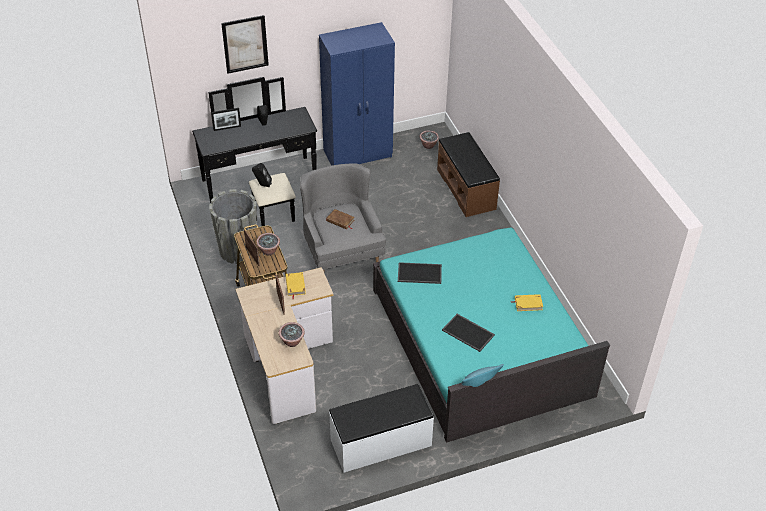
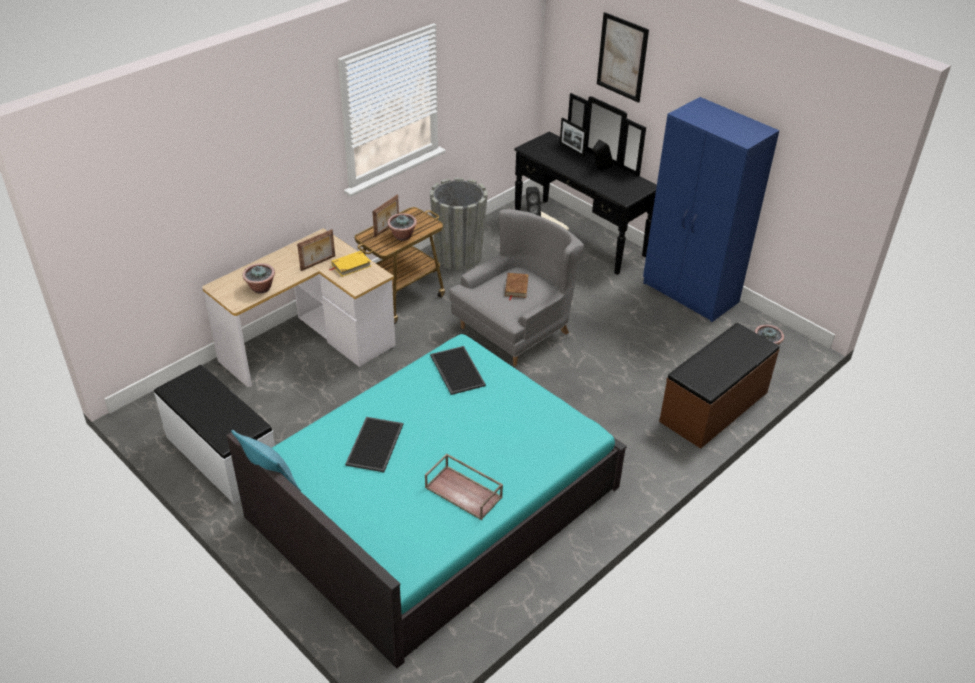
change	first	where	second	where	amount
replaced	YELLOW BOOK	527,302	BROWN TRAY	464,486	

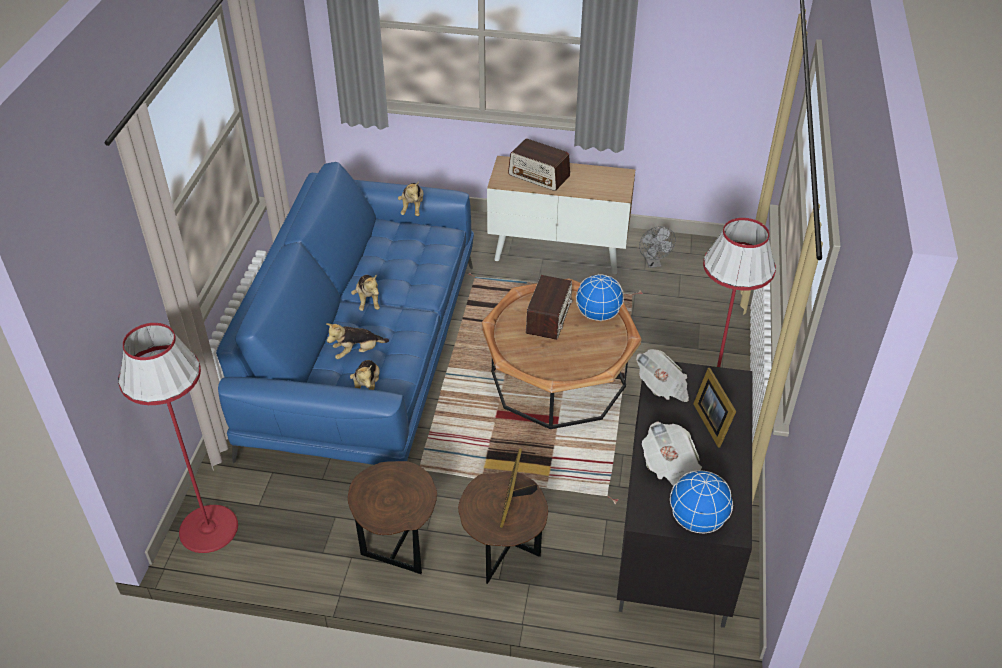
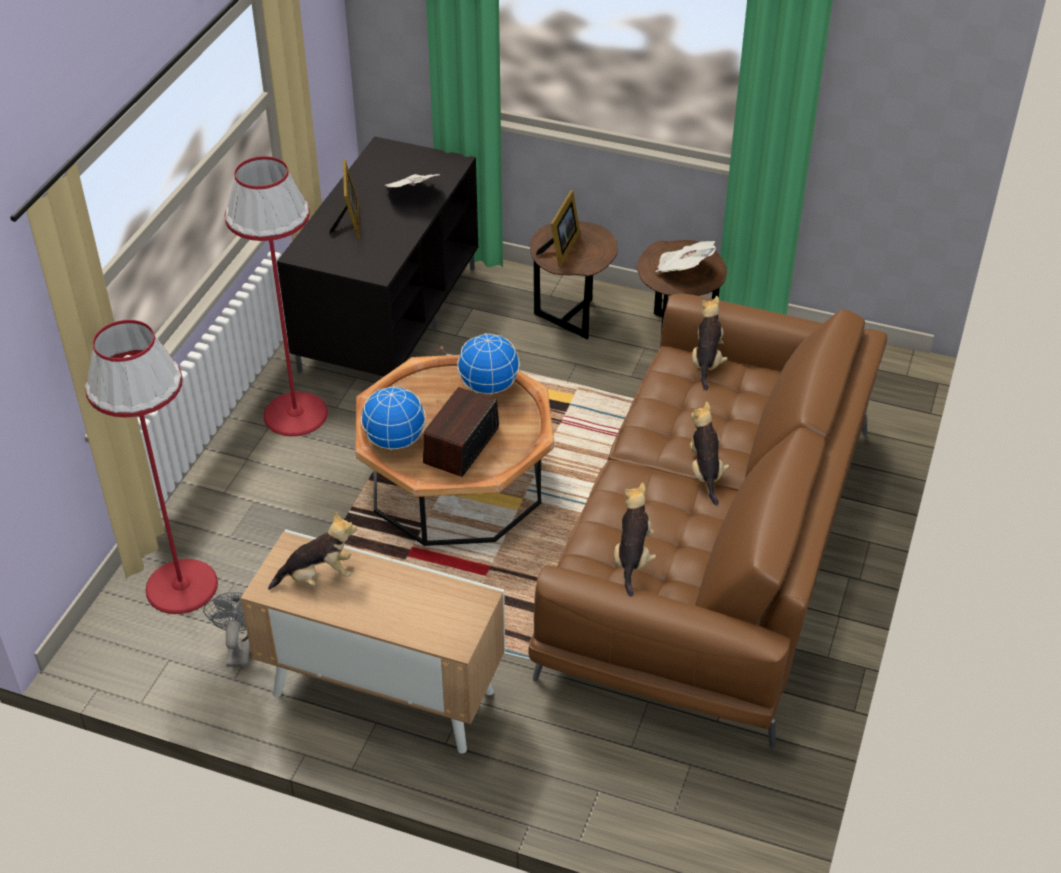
change	first	where	second	where	amount
removed	RADIO	539,164			
recoloured	BLUE SOFA	345,313	BROWN SOFA	707,521	
moved	RED FLOOR LAMP	178,438		151,467	
moved	PLUSH TOY	357,341		312,551	
moved	NEWSPAPER	662,375		686,256	
moved	GLOBE	701,501		488,364	

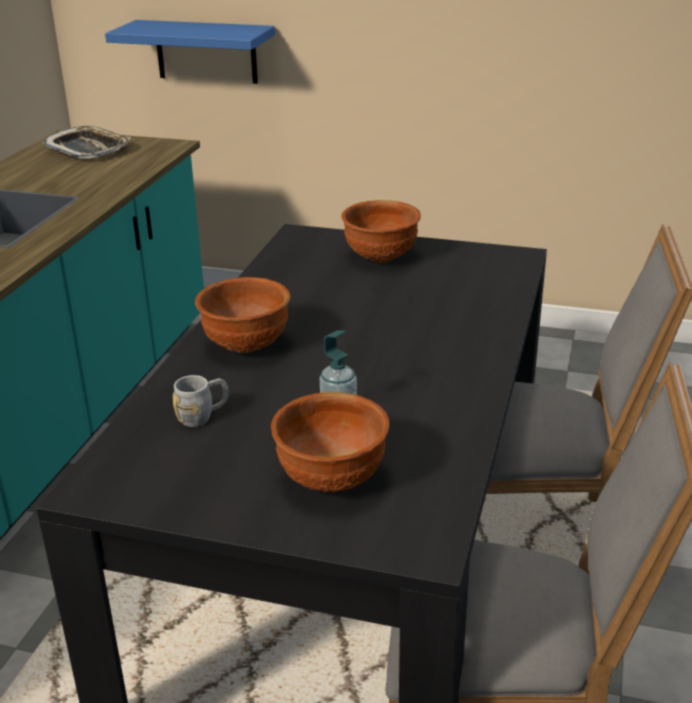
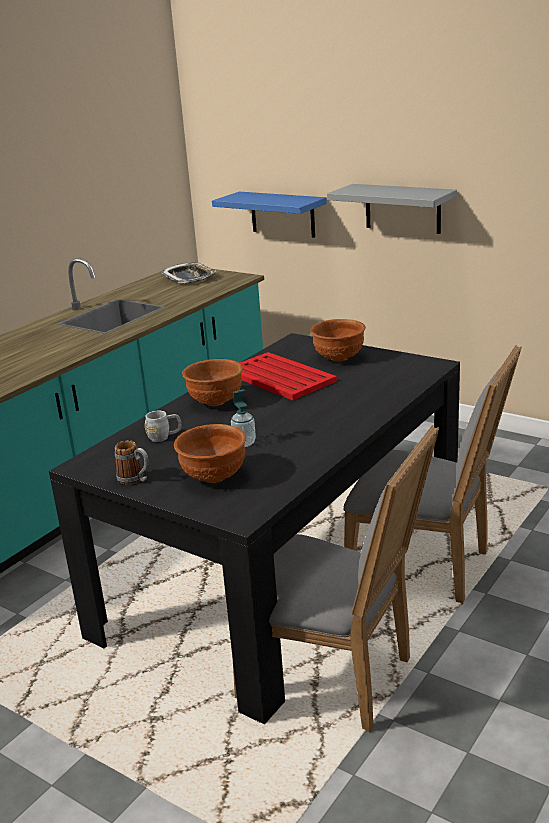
change	first	where	second	where	amount
added			GREY SHELF	392,209	
added			RED TRAY	288,376	
added			MUG	132,462	

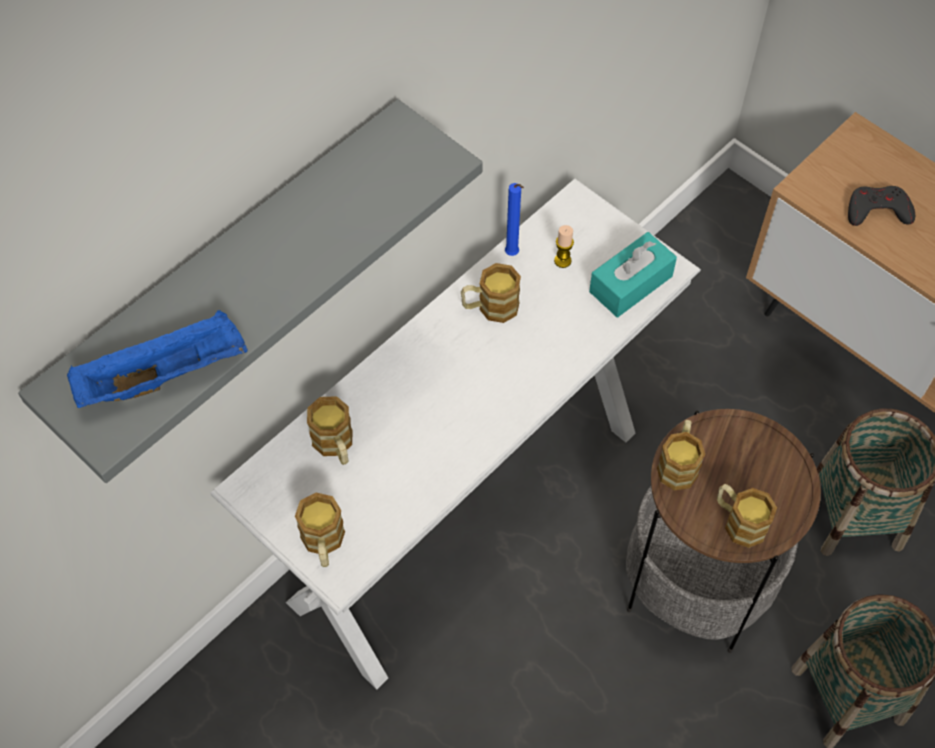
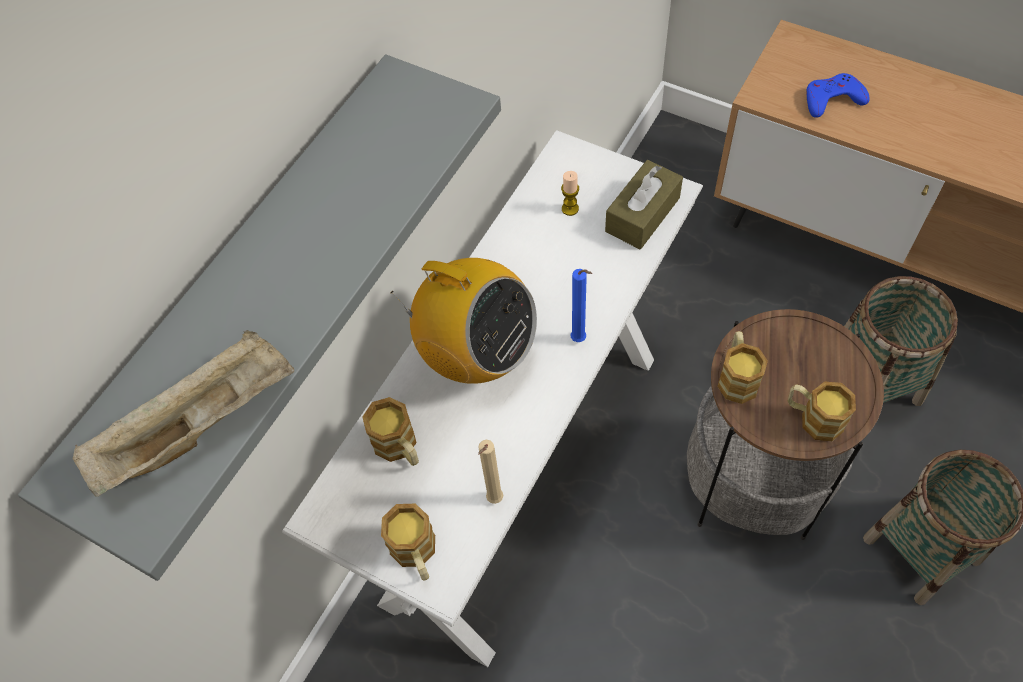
change	first	where	second	where	amount
moved	BLUE CANDLE	514,219		581,305	
recoloured	GREY GAME CONTROLLER	881,206	BLUE GAME CONTROLLER	838,95	
recoloured	TURQUOISE TISSUE BOX	633,274	BROWN TISSUE BOX	644,204	
removed	MUG	491,293			
recoloured	BLUE TRAY	157,359	BEIGE TRAY	183,413	
added			RADIO	464,321	
added			BEIGE CANDLE	490,472	

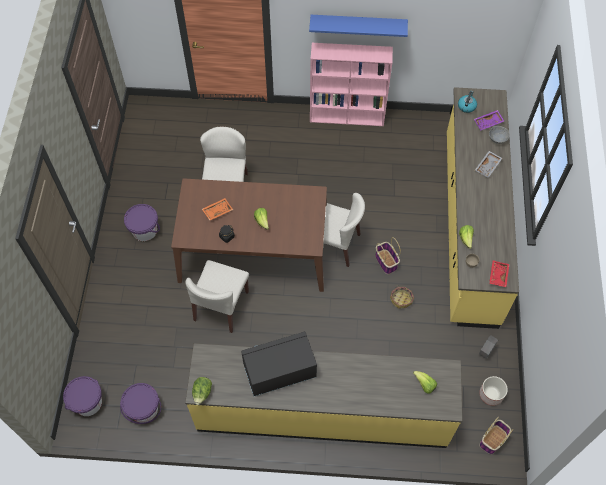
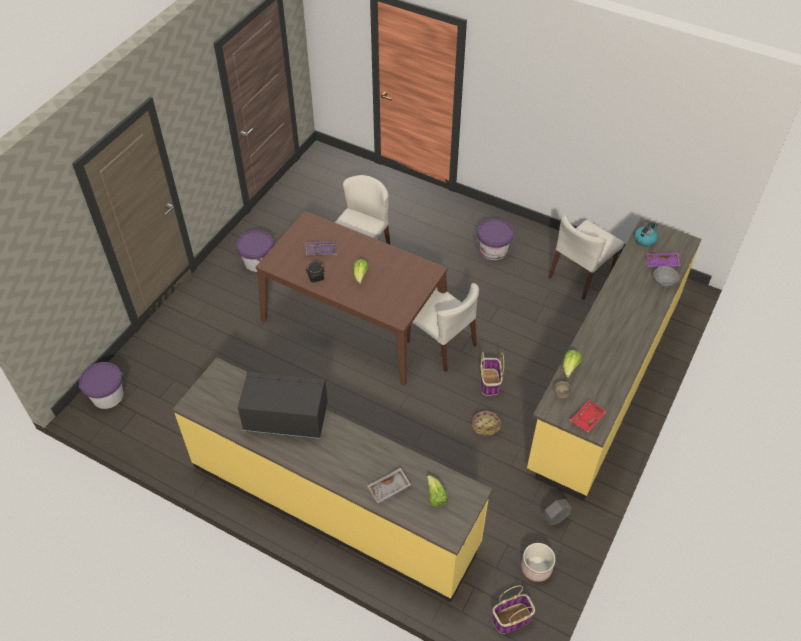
change	first	where	second	where	amount
removed	BLUE SHELF	358,26			
removed	PINK BOOKCASE	351,84			
moved	GREY TRAY	488,164		389,485	
recoloured	ORANGE TRAY	217,209	PURPLE TRAY	321,248	
moved	BEIGE CHAIR	217,296		586,257	
removed	LETTUCE	202,391			
moved	PURPLE BUCKET	140,403		494,239	

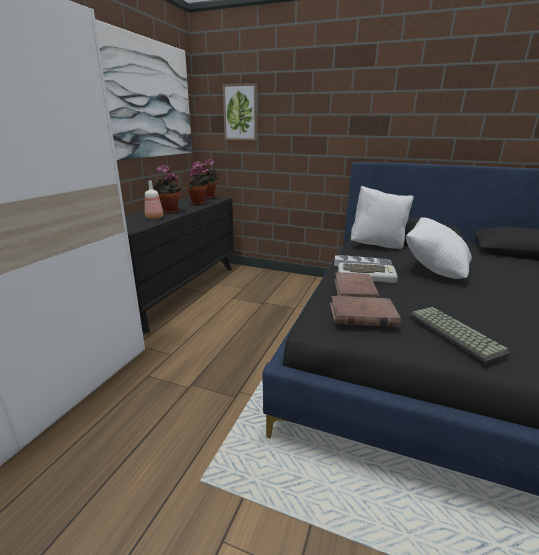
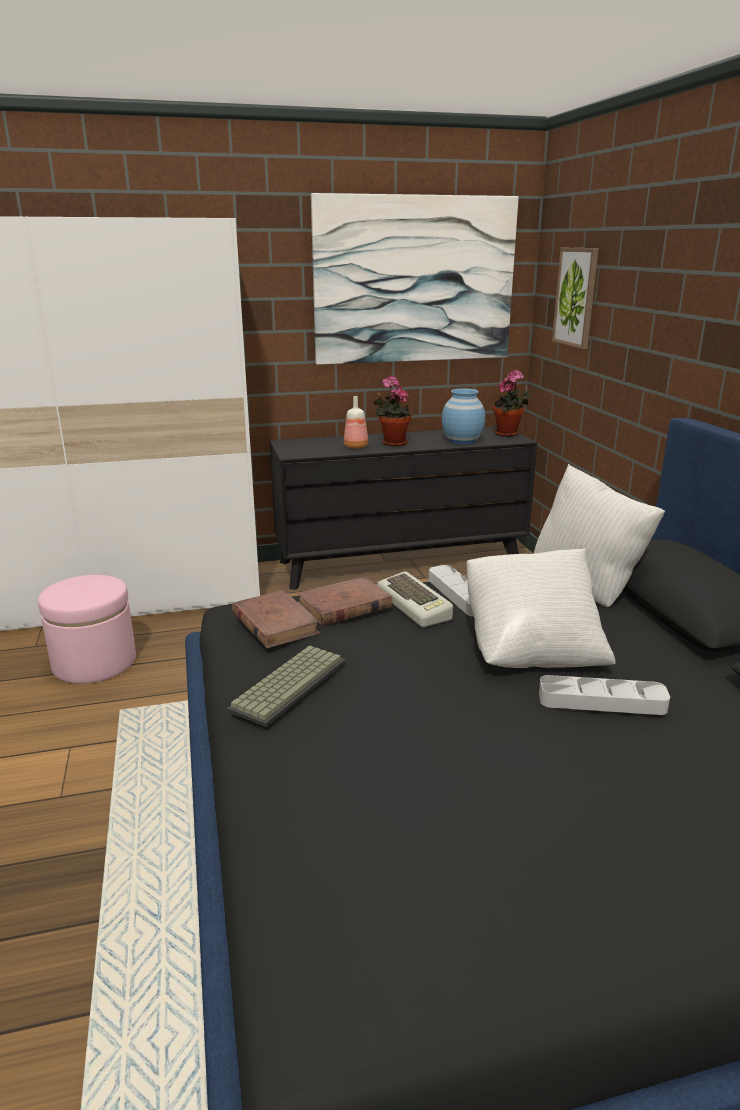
change	first	where	second	where	amount
replaced	POTTED PLANT	197,183	BLUE VASE	463,416	
added			PINK OTTOMAN	87,629	
added			GREY TRAY	604,695	

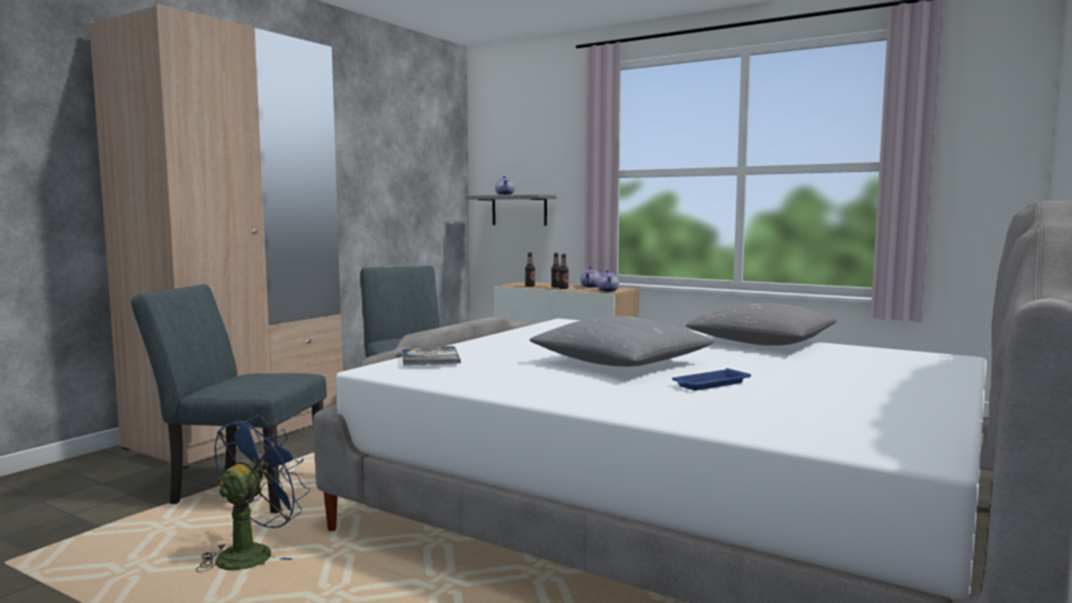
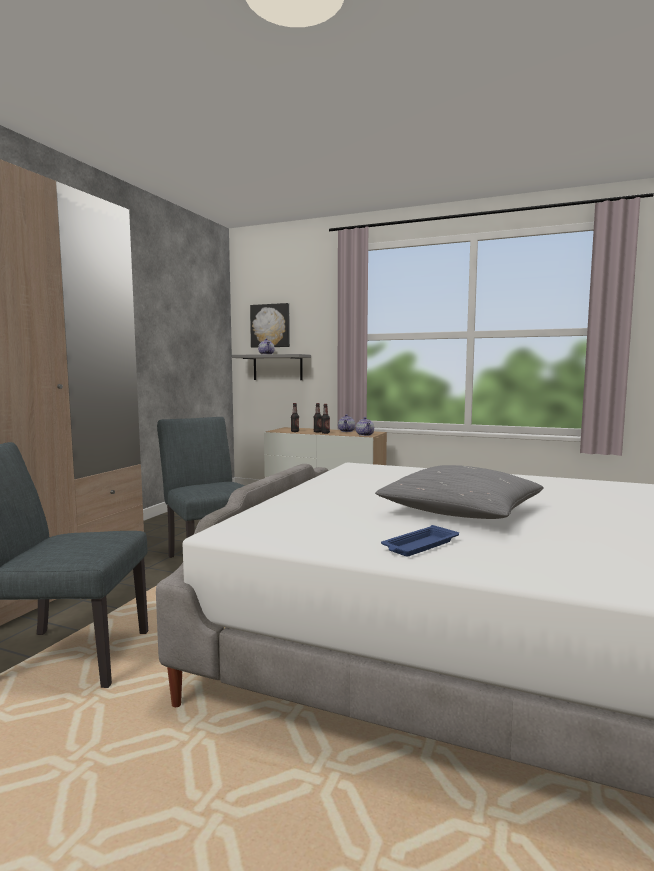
change	first	where	second	where	amount
removed	GREY PILLOW	761,324			
removed	BOOK	431,355			
moved	BLUE TRAY	711,379		420,540	
removed	BLUE FAN	253,493			
added			PICTURE	270,325	

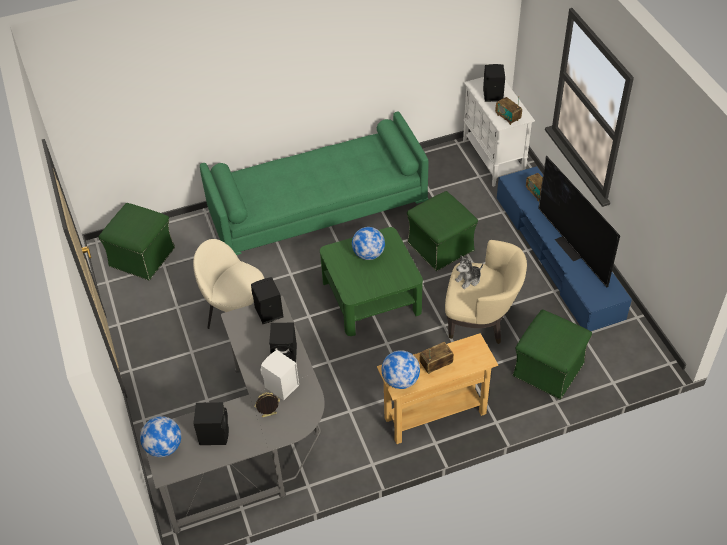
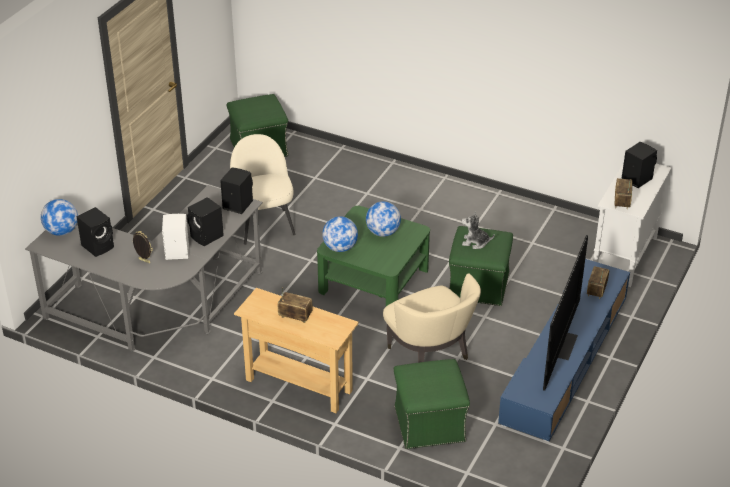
change	first	where	second	where	amount
removed	GREEN SOFA	314,183			
moved	PLUSH TOY	469,272		478,230	
moved	GLOBE	401,369		340,234	

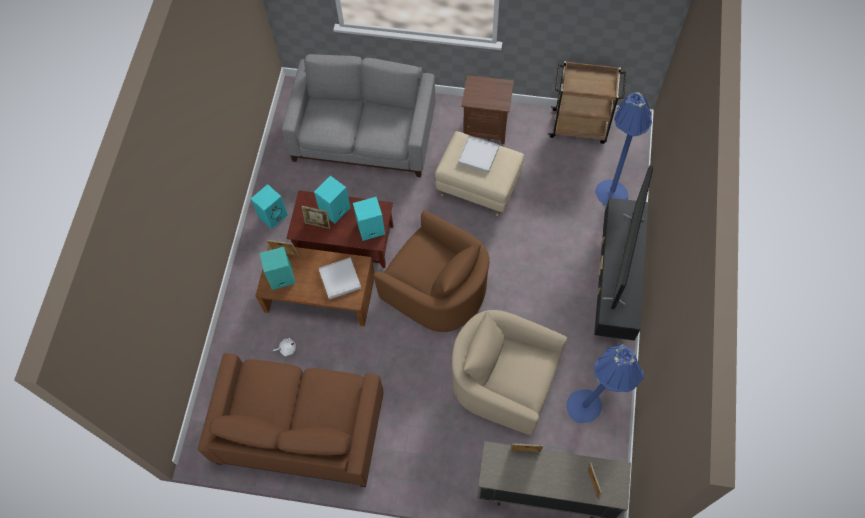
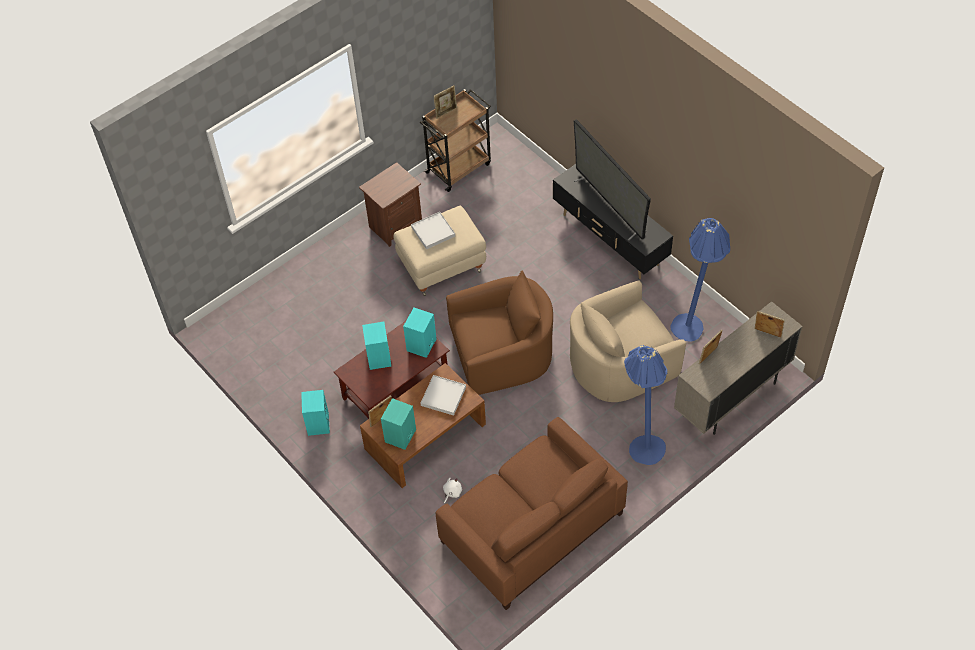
change	first	where	second	where	amount
removed	GREY SOFA	358,115			
moved	BLUE FLOOR LAMP	623,149		646,405	
moved	PICTURE FRAME	316,217		445,102	

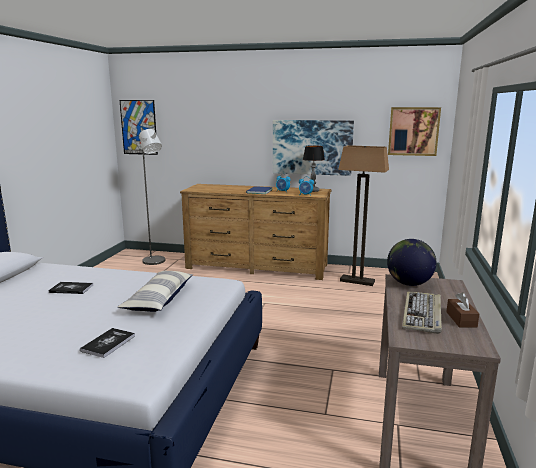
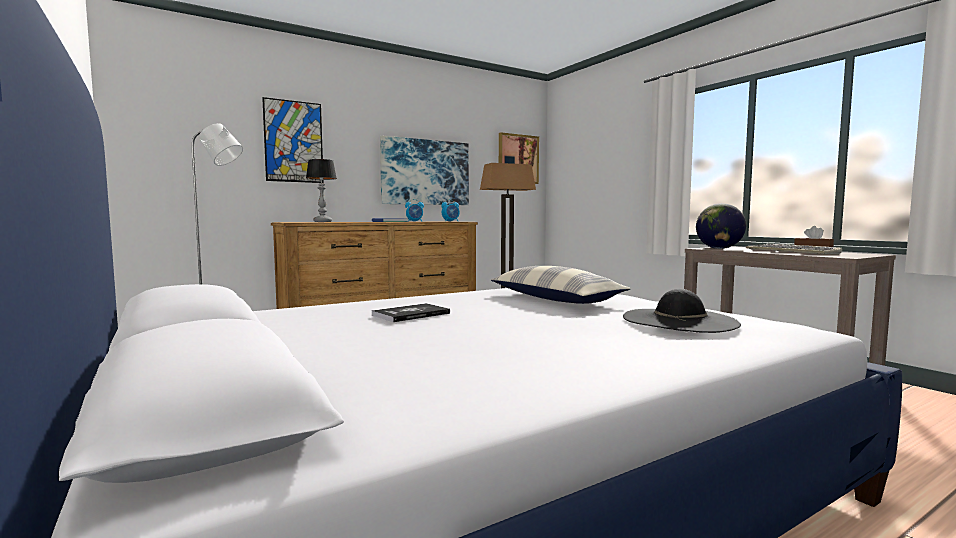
change	first	where	second	where	amount
moved	PICTURE	139,127		292,140	
moved	TABLE LAMP	314,168		321,190	
replaced	BOOK	107,343	BLACK HAT	682,311	

